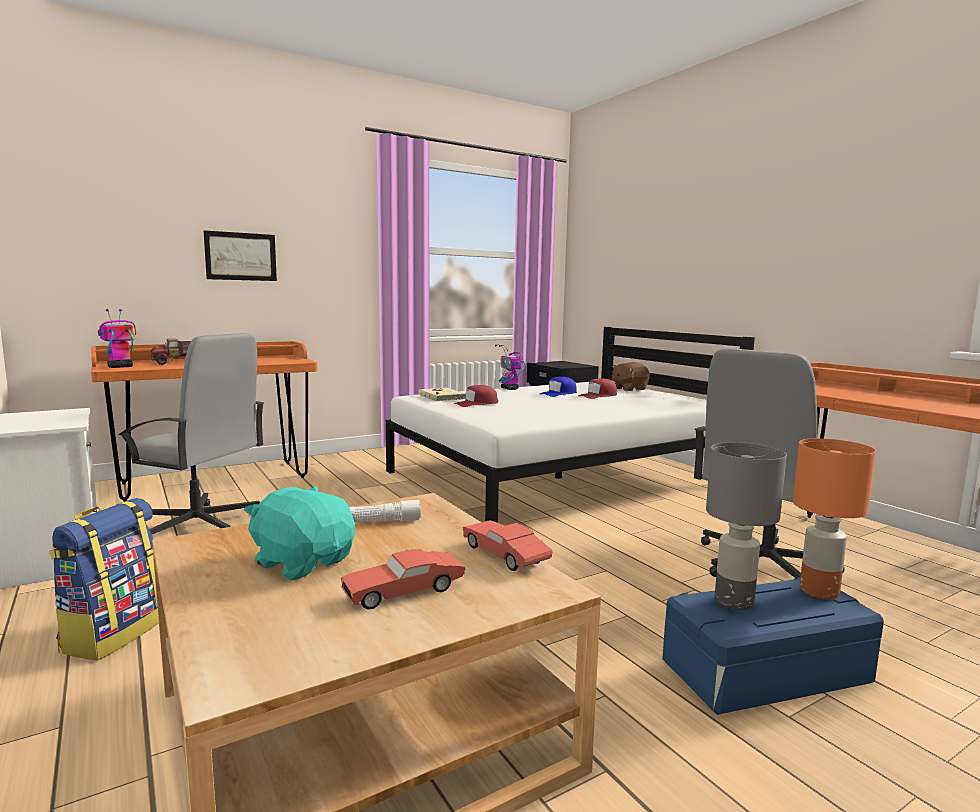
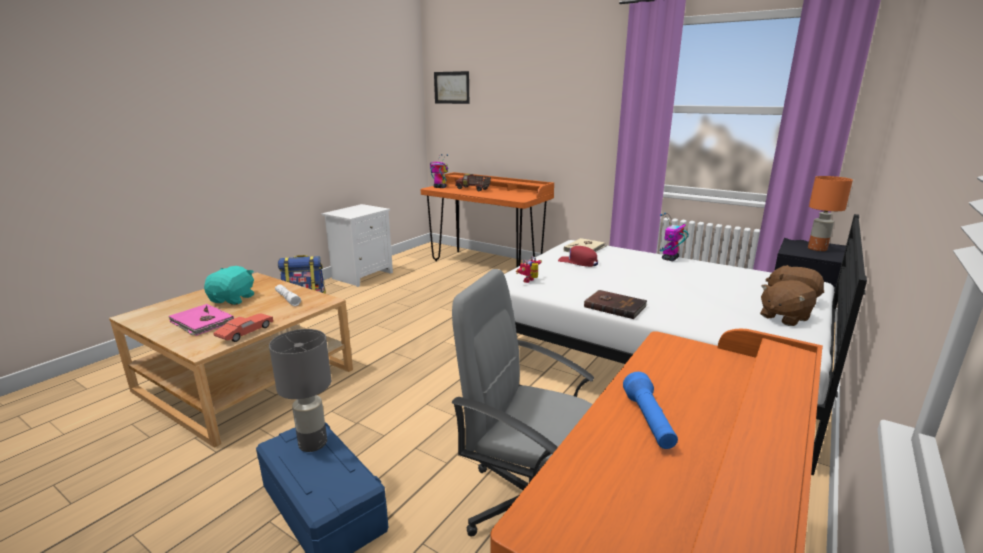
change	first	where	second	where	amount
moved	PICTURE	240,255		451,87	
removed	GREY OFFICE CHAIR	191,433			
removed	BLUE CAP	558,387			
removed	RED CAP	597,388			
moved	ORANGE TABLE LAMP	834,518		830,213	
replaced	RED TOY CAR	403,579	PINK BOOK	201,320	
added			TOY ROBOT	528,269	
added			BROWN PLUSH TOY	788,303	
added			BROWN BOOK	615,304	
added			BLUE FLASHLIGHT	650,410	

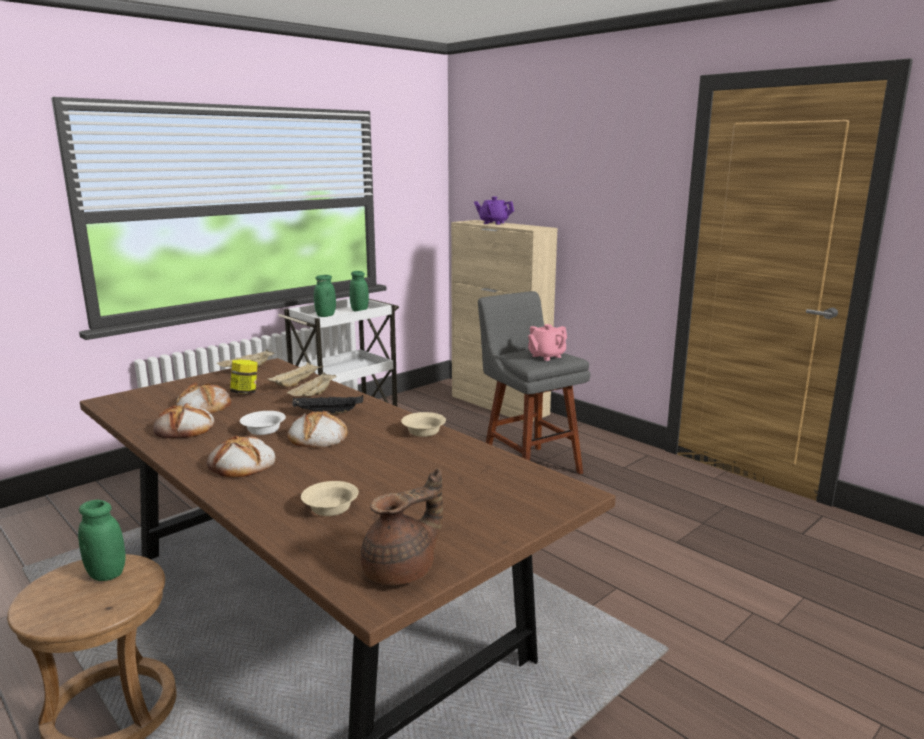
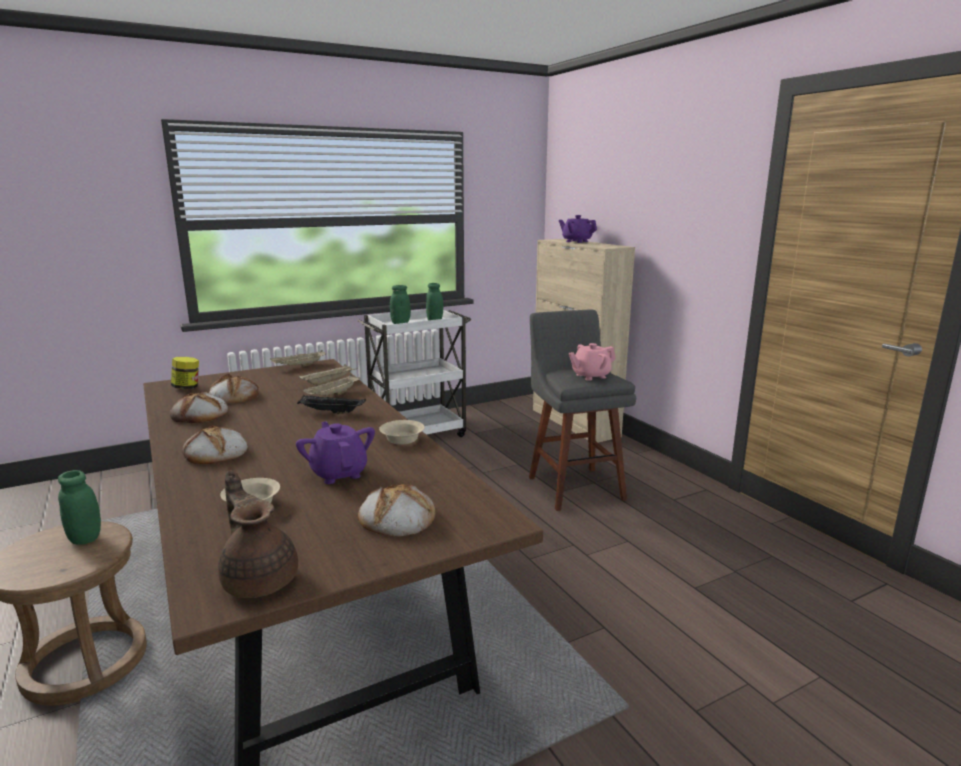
change	first	where	second	where	amount
moved	JAR	244,376		185,373	
removed	WHITE BOWL	263,423			
moved	BREAD	318,429		396,510	
turned	BROWN TEAPOT	402,526		258,534	105 degrees counterclockwise
added			PURPLE TEAPOT	335,452	

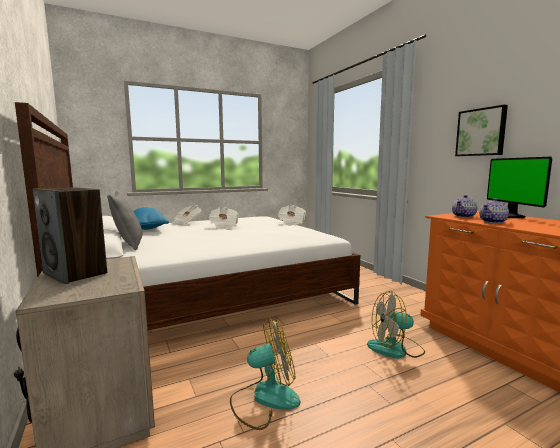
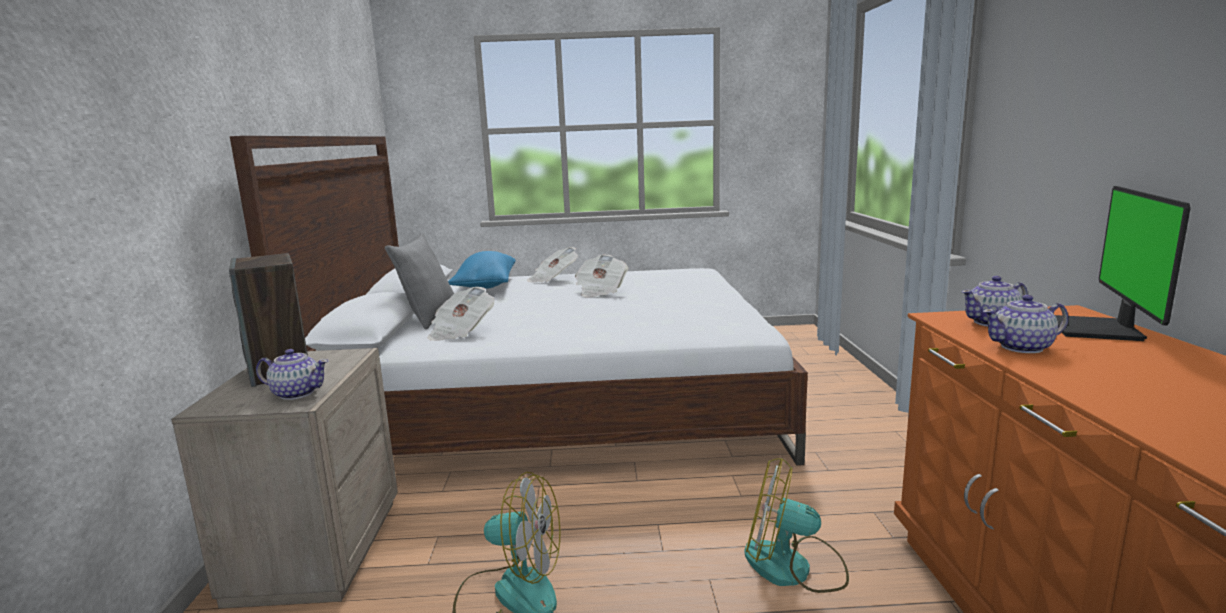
change	first	where	second	where	amount
removed	PICTURE	481,130			
moved	NEWSPAPER	292,215		461,314	
added			TEAPOT	292,374	

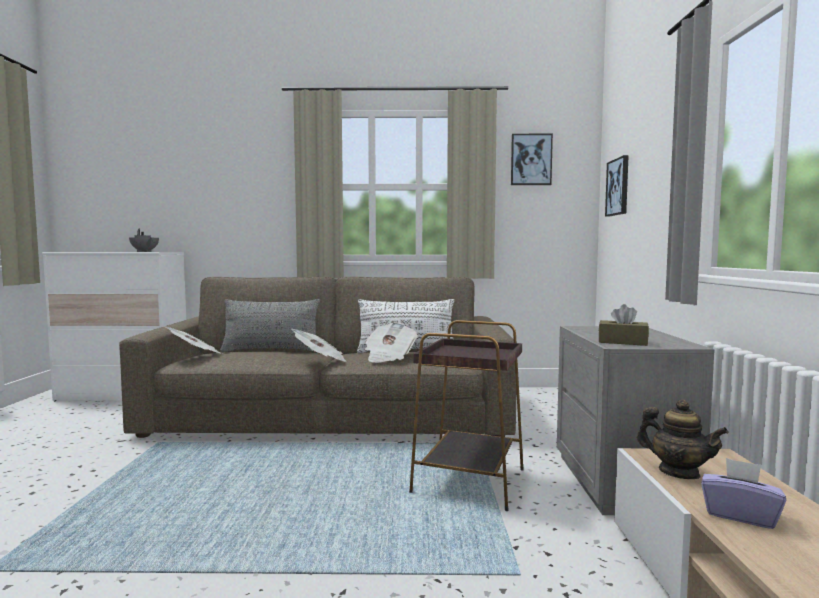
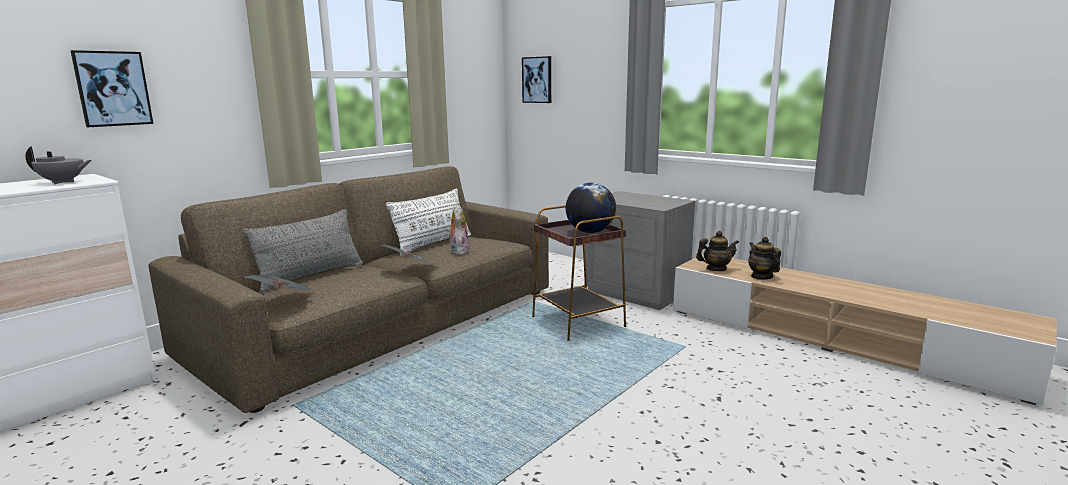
change	first	where	second	where	amount
moved	PICTURE	532,159		111,88	
removed	BROWN TISSUE BOX	623,325			
replaced	NEWSPAPER	391,342	PLUSH TOY	458,229	
replaced	PURPLE TISSUE BOX	743,493	TEAPOT	764,258	
added			GLOBE	590,208	

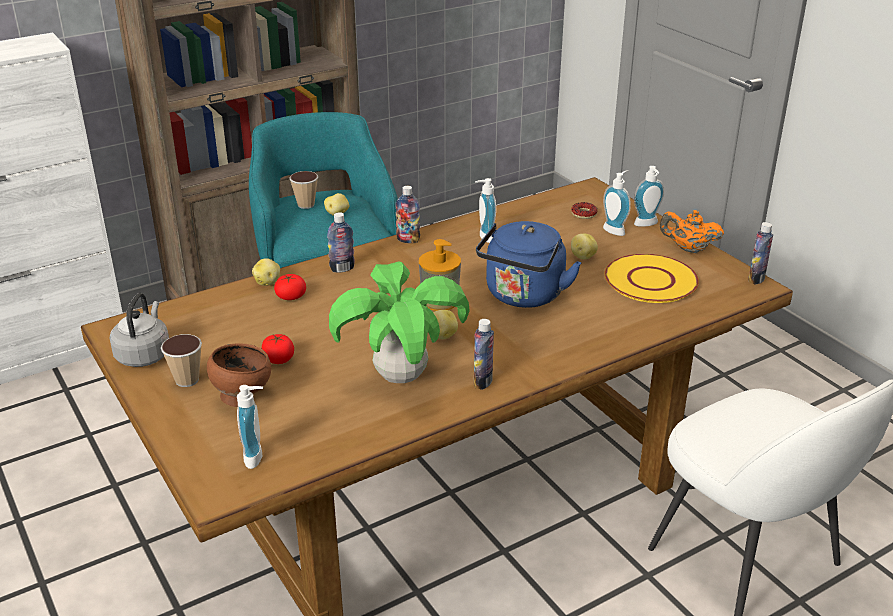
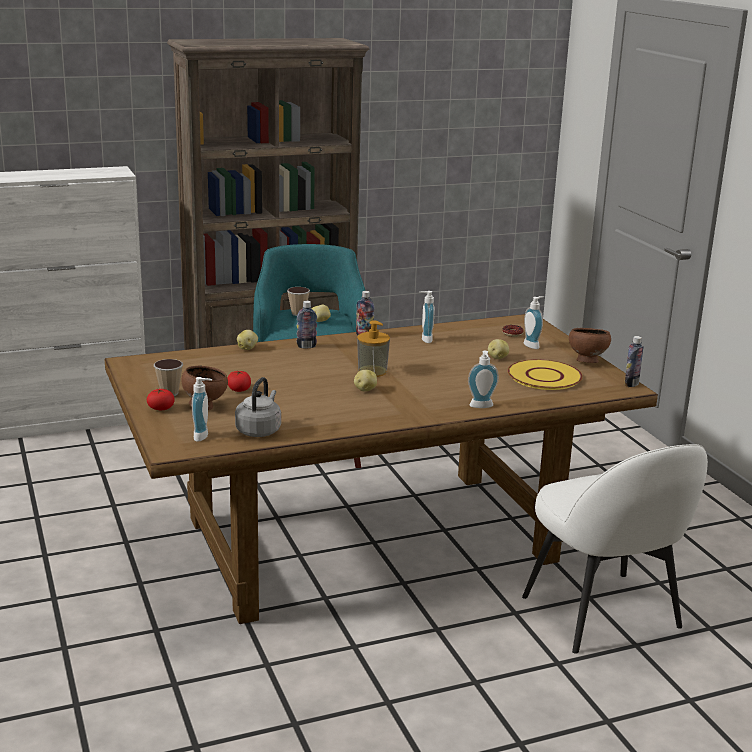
change	first	where	second	where	amount
moved	SOAP DISPENSER	649,196		483,379	
replaced	ORANGE TEAPOT	692,231	BROWN BOWL	590,345	
removed	BLUE KETTLE	529,264			
removed	POTTED PLANT	399,322			
moved	TOMATO	290,287		161,399	
moved	GREY KETTLE	139,329		258,407	
removed	BOTTLE	484,354			

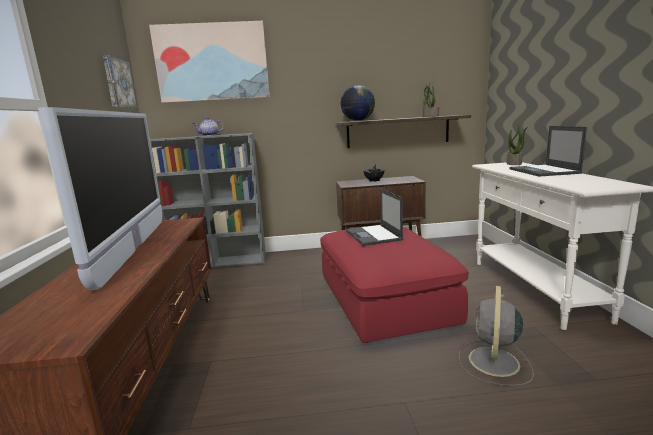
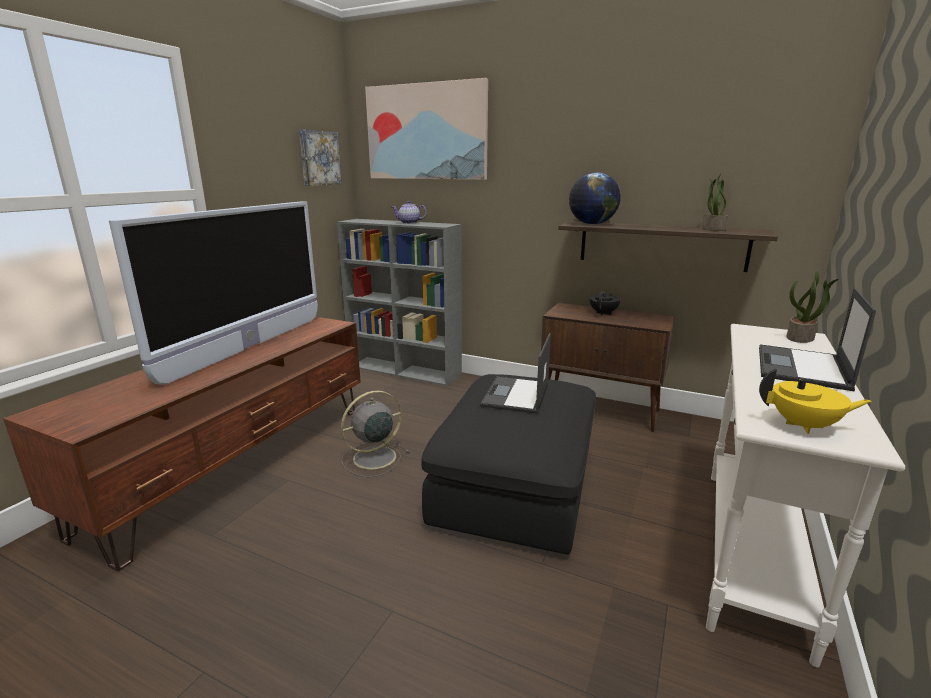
change	first	where	second	where	amount
recoloured	RED OTTOMAN	394,285	BLACK OTTOMAN	509,464	
moved	GREY FAN	496,336		375,433	
added			YELLOW TEAPOT	815,401	

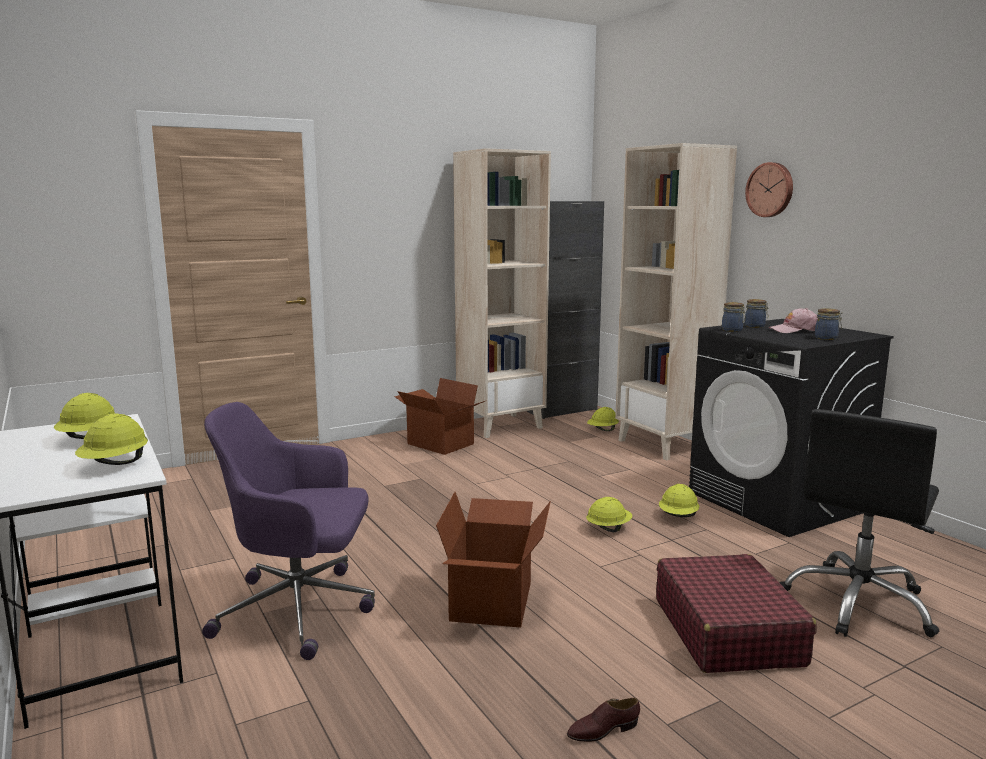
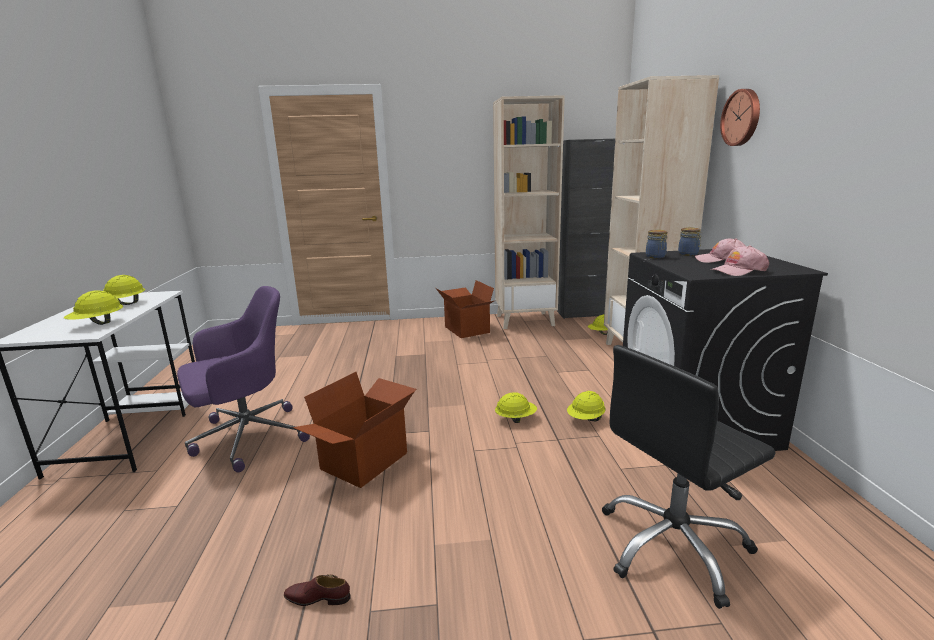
change	first	where	second	where	amount
replaced	JAR	829,324	PINK CAP	740,261	
turned	PURPLE OFFICE CHAIR	288,531		243,379	120 degrees clockwise
removed	RED SUITCASE	736,613			

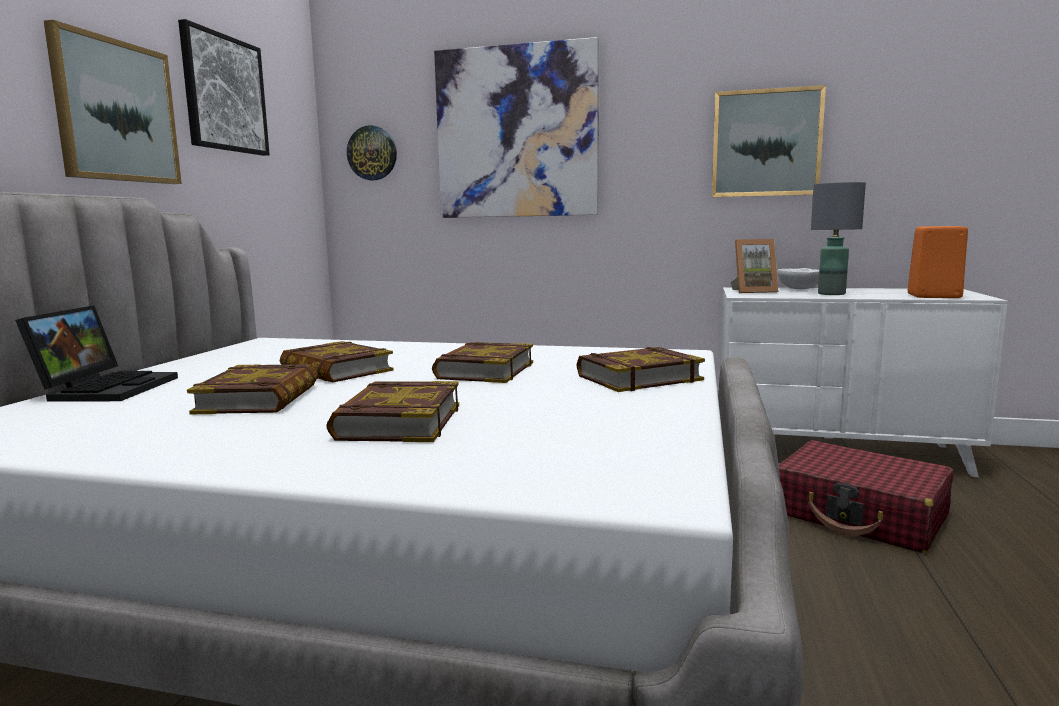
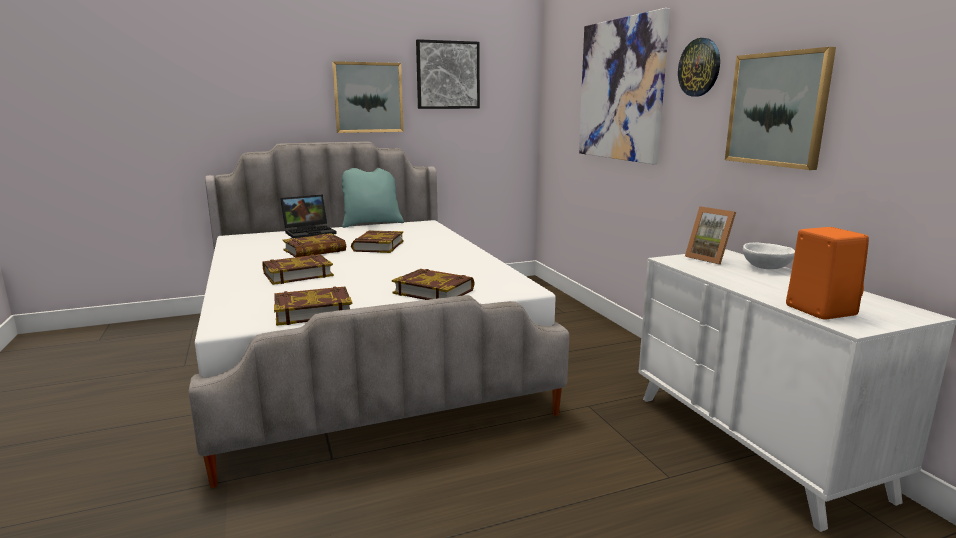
change	first	where	second	where	amount
moved	WALL CLOCK	372,152		699,67	
removed	GREY TABLE LAMP	838,238			
moved	BOOK	482,362		313,306	
removed	RED SUITCASE	866,496			
added			TURQUOISE PILLOW	373,198	

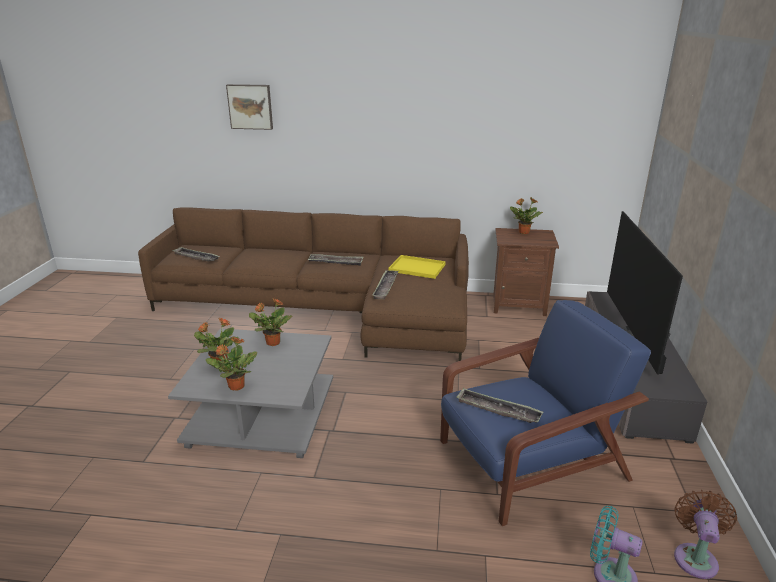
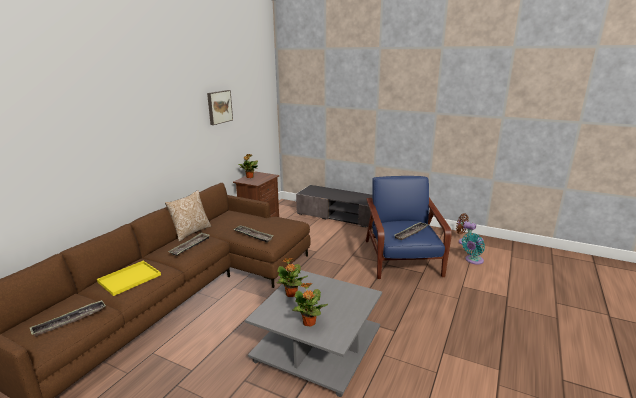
change	first	where	second	where	amount
moved	PICTURE	249,107		220,107	
removed	TELEVISION	645,292			
moved	YELLOW TRAY	417,267		129,278	
removed	POTTED PLANT	231,364			
added			PILLOW	188,216	

